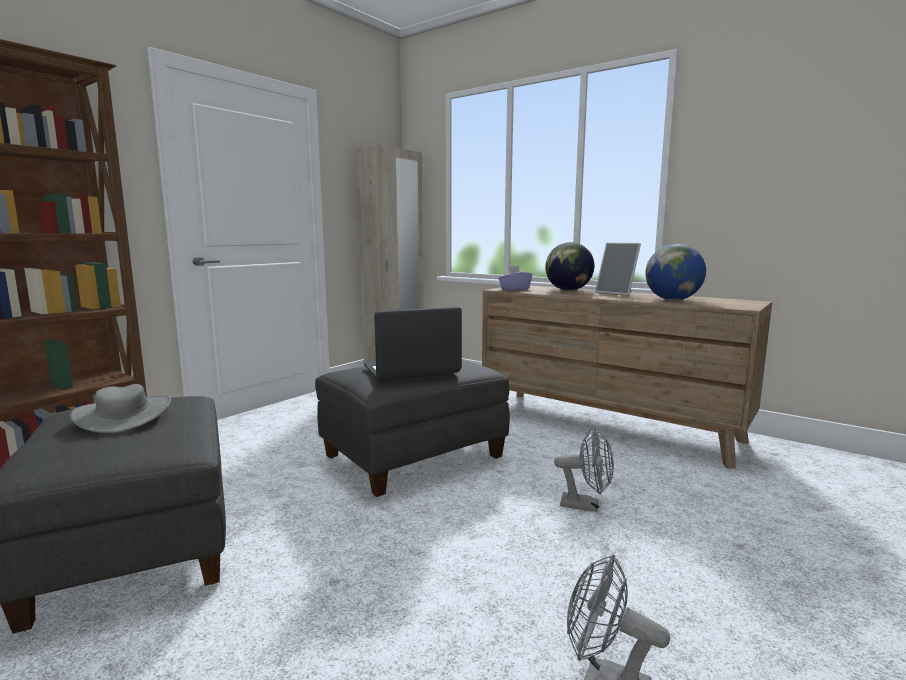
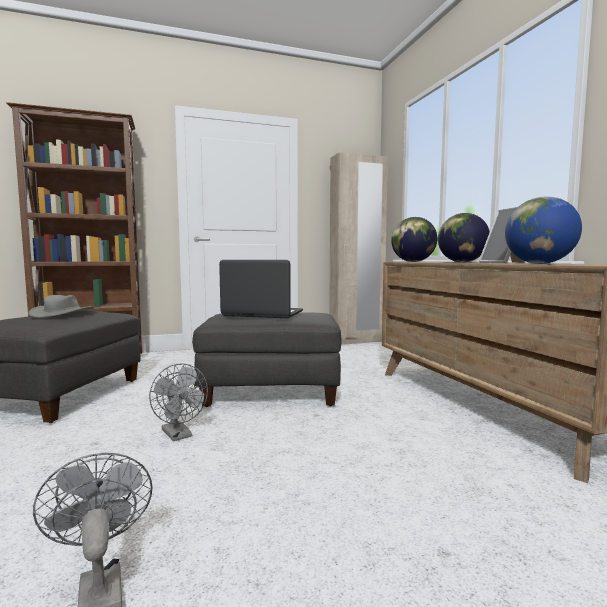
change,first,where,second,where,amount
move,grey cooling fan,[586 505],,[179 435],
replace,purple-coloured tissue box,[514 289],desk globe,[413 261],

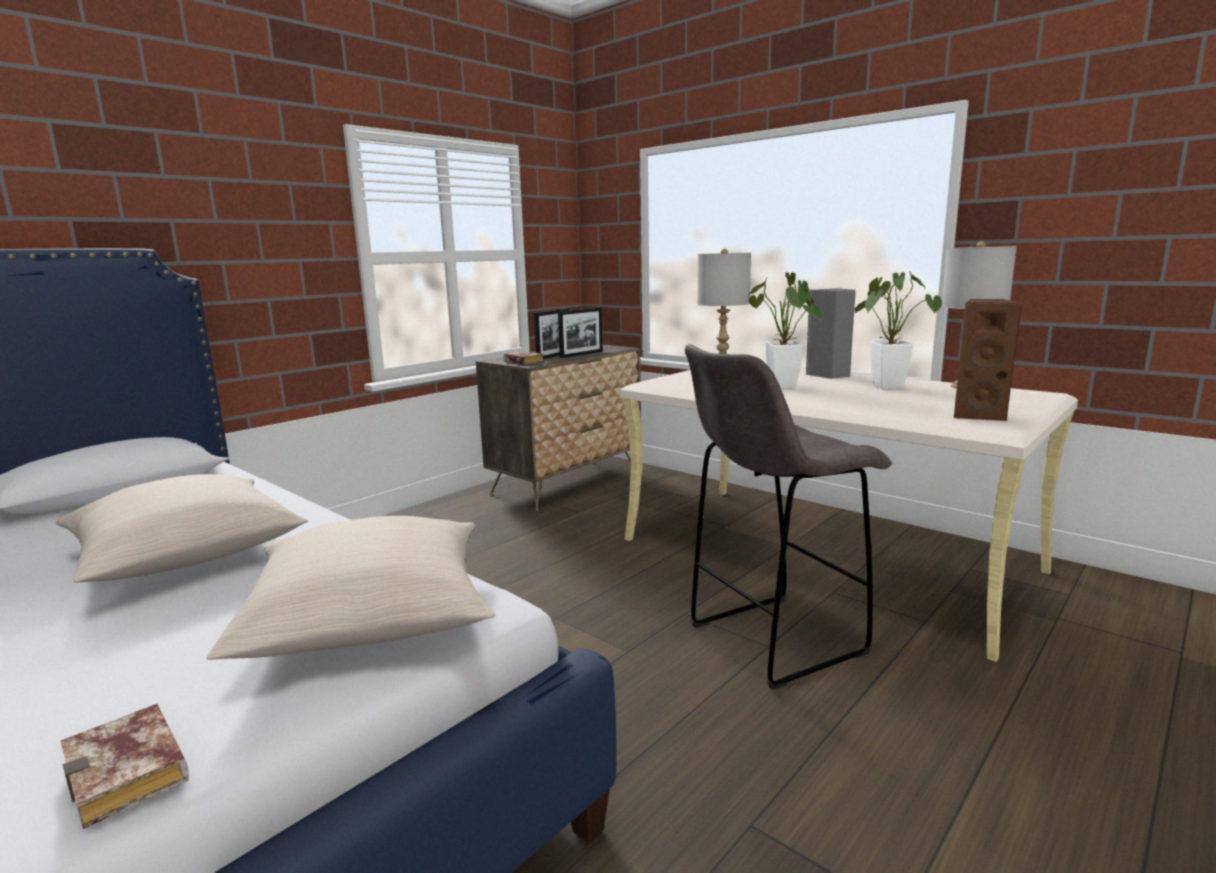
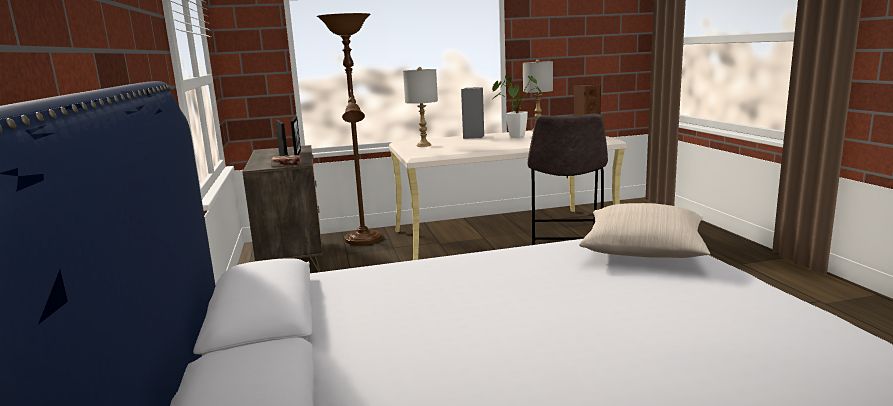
change,first,where,second,where,amount
delete,beige pillow,[186 554],,,
delete,book,[133 773],,,
delete,potted plant,[783 388],,,
insert,,,brown standard lamp,[364 240],

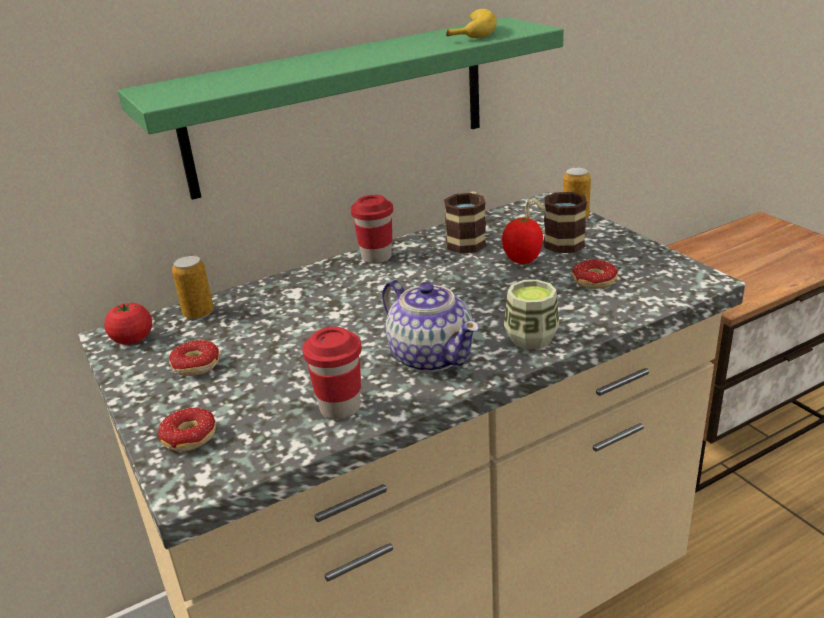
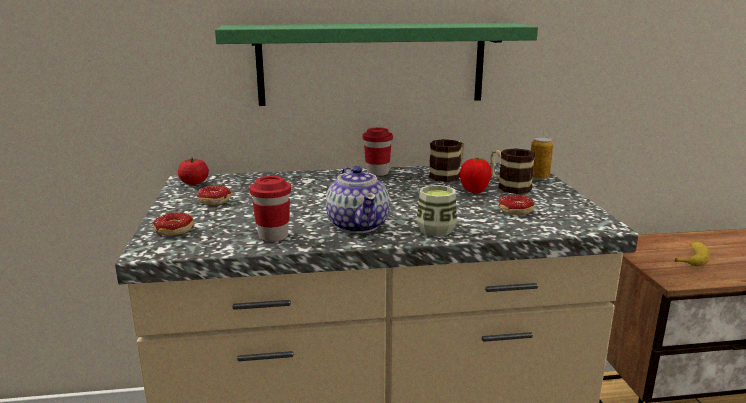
change,first,where,second,where,amount
delete,metal can,[198 313],,,
move,banana,[472 33],,[691 258],

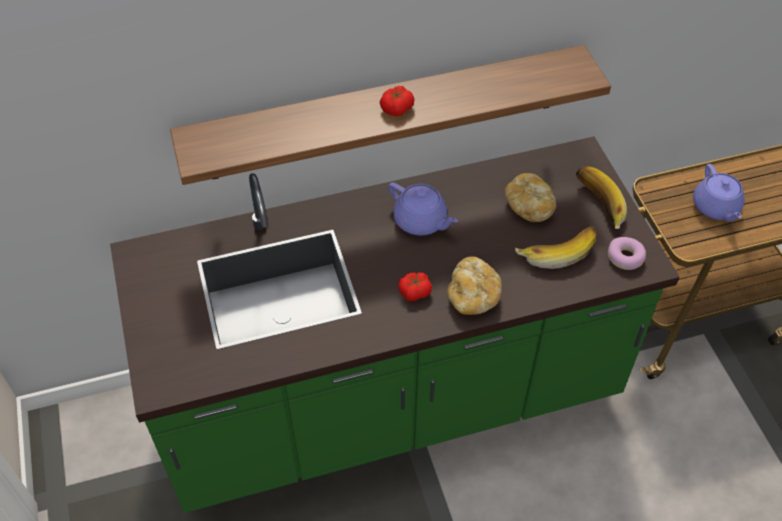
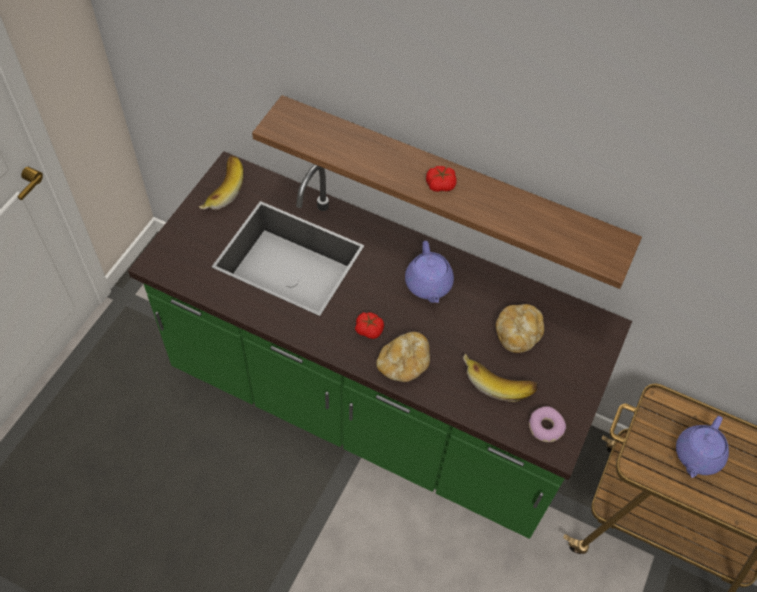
change,first,where,second,where,amount
move,banana,[596 206],,[220 189],

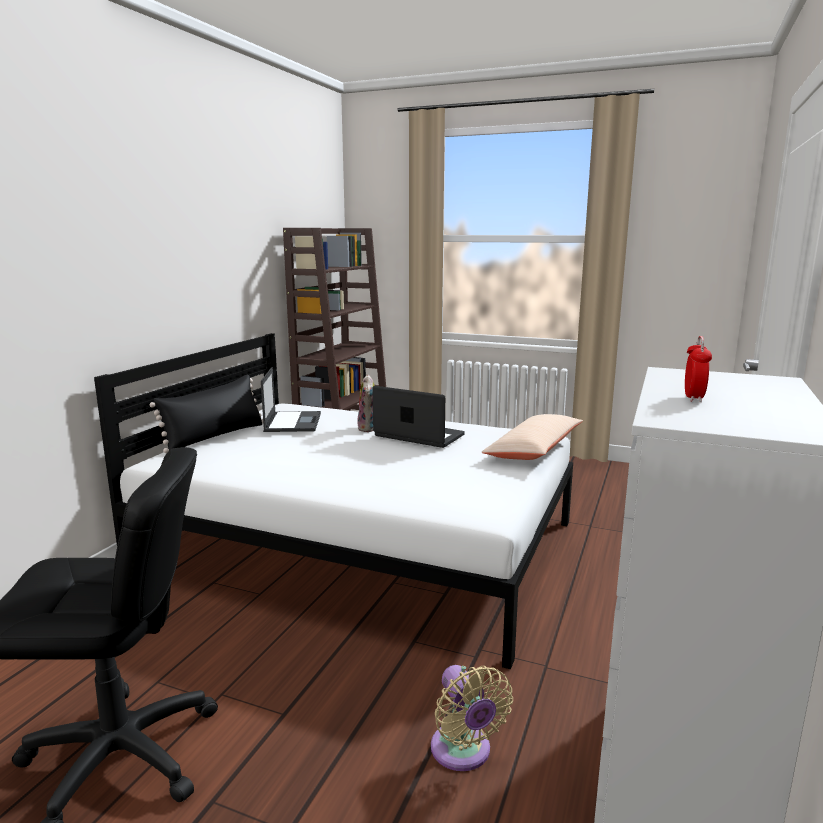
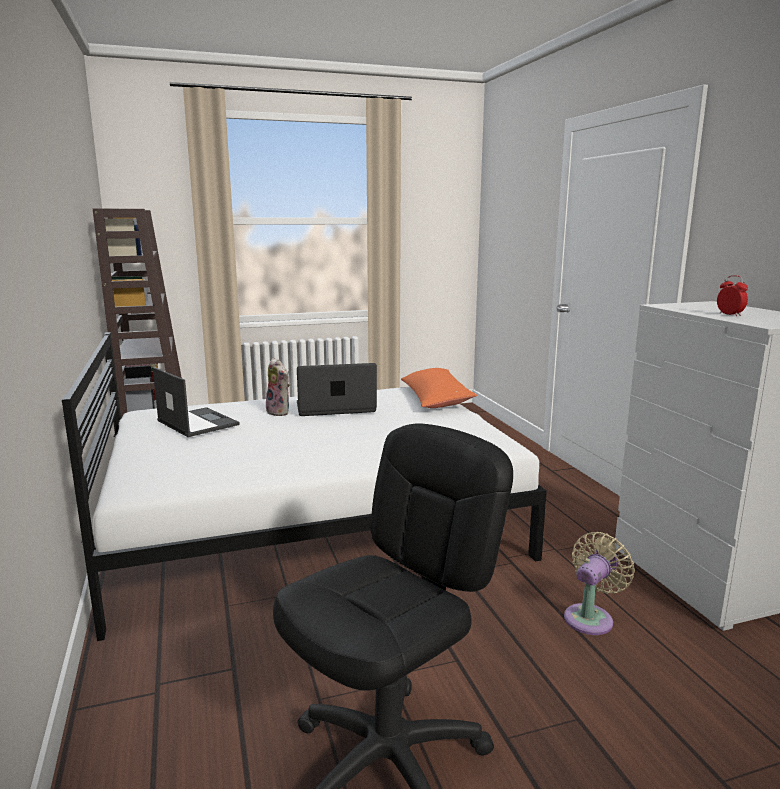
change,first,where,second,where,amount
delete,blackish pillow,[215 436],,,
recolor,beige pillow,[534 450],orange pillow,[435 399],
rotate,beige cooling fan,[463 753],,[591 617],75 degrees counterclockwise

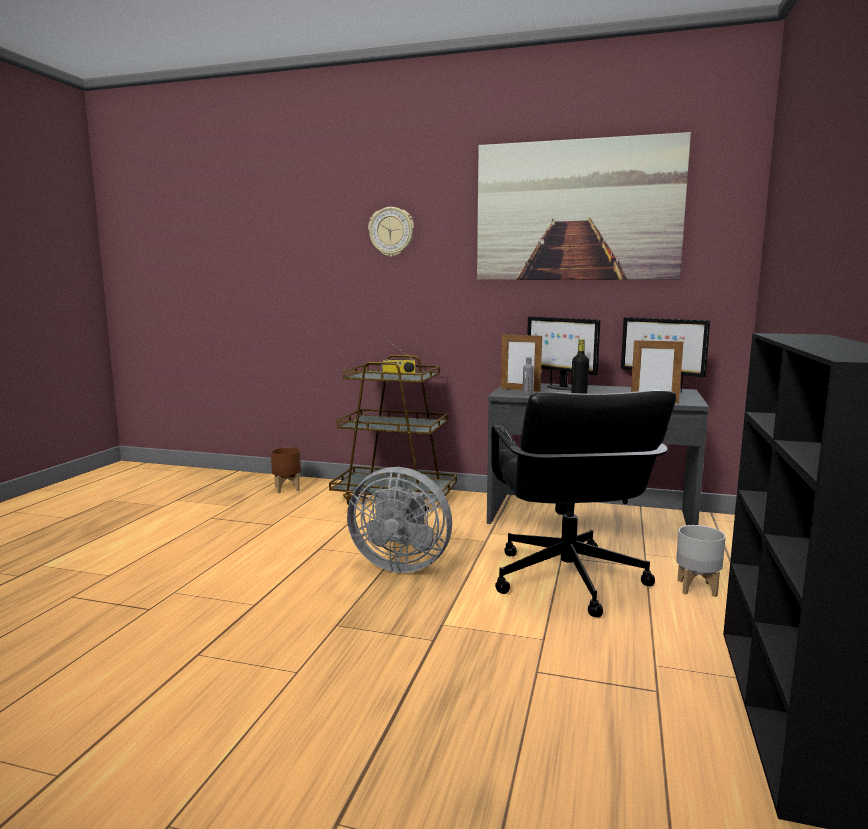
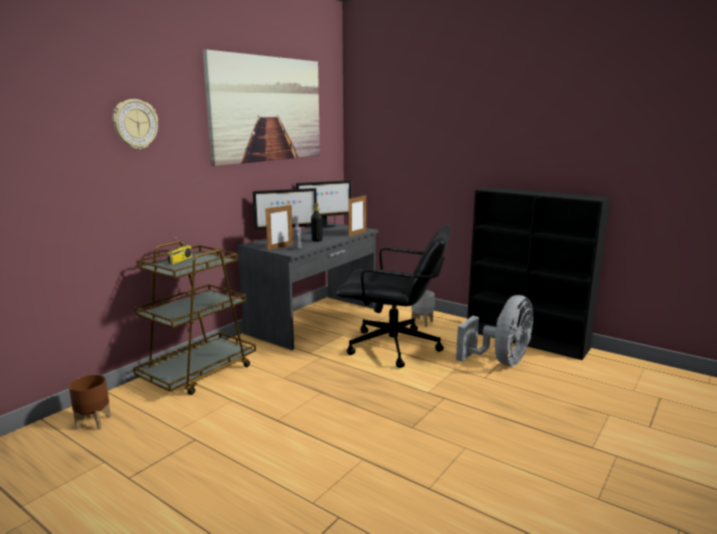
change,first,where,second,where,amount
move,grey cooling fan,[400 564],,[501 361],

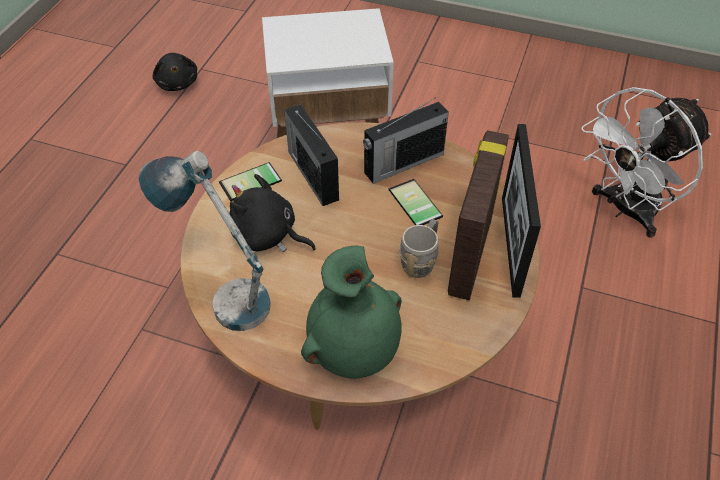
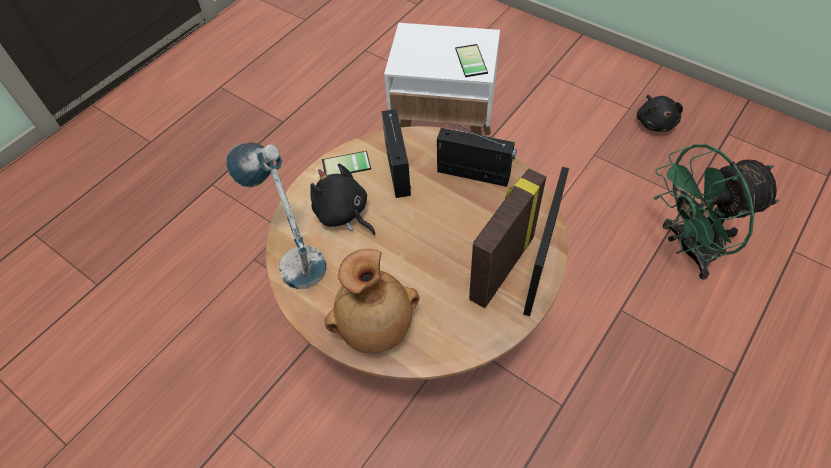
change,first,where,second,where,amount
delete,grey tea mug,[421 260],,,
move,blackish cuddly toy,[177 83],,[655 122],
move,phone,[412 204],,[468 61],
recolor,green flower vase,[355 351],brown flower vase,[376 328],
recolor,white-coloured cooling fan,[625 210],green cooling fan,[688 249],
rotate,radio set,[402 163],,[475 174],150 degrees counterclockwise

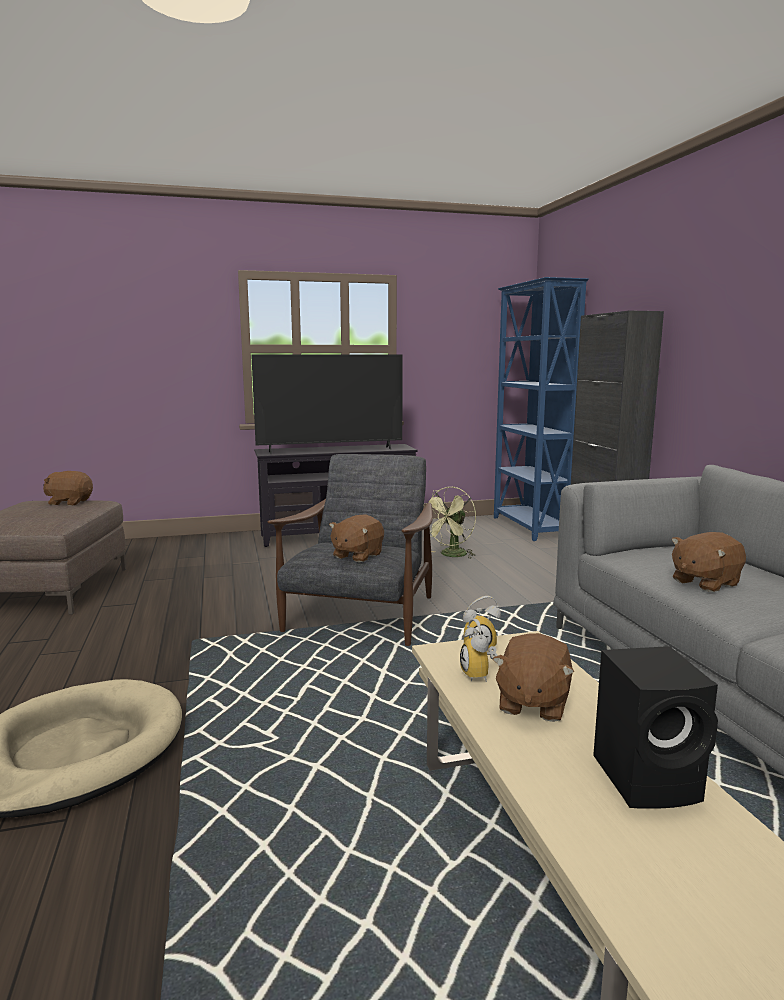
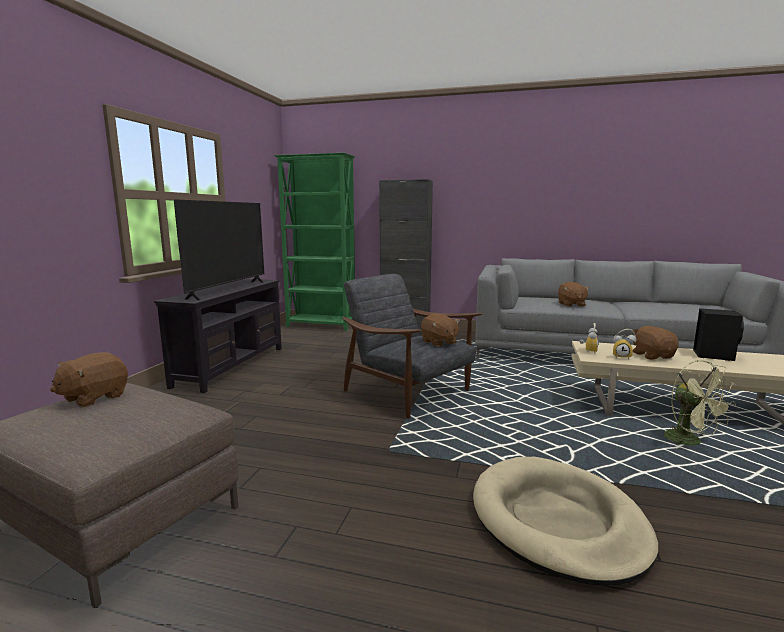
change,first,where,second,where,amount
move,green cooling fan,[451 555],,[690 442],
recolor,blue-coloured shelving unit,[529 527],green shelving unit,[321 326],
rotate,brown cuddly toy,[532 703],,[652 355],150 degrees counterclockwise

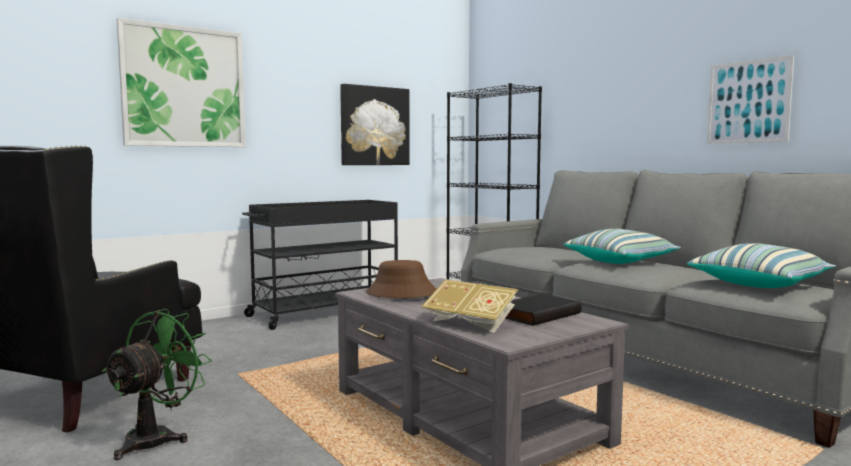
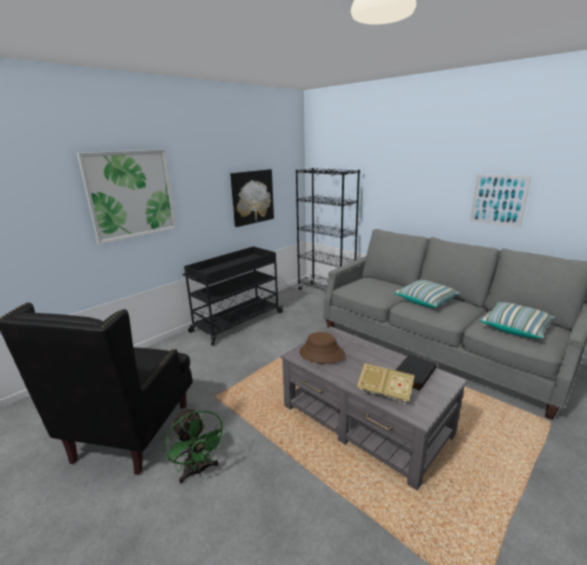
change,first,where,second,where,amount
rotate,green cooling fan,[157 438],,[198 471],135 degrees clockwise

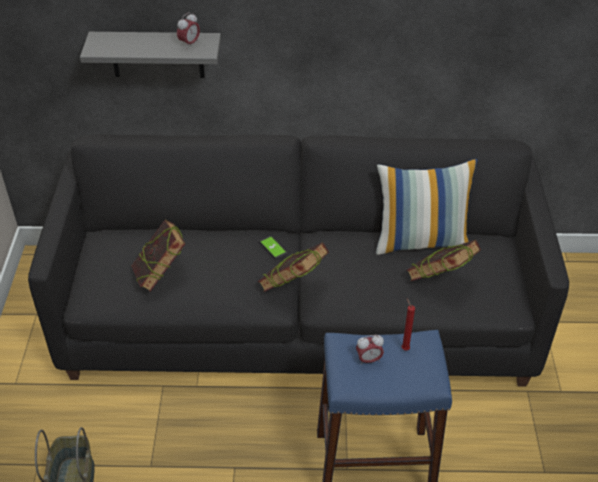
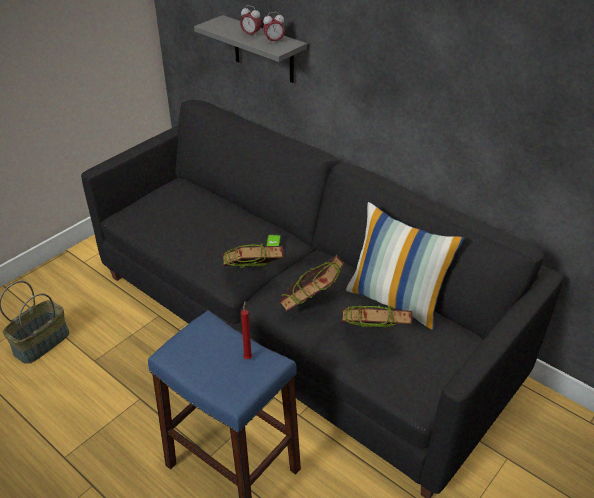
change,first,where,second,where,amount
move,book,[161 275],,[311 305],
move,bedside clock,[368 360],,[251 35],

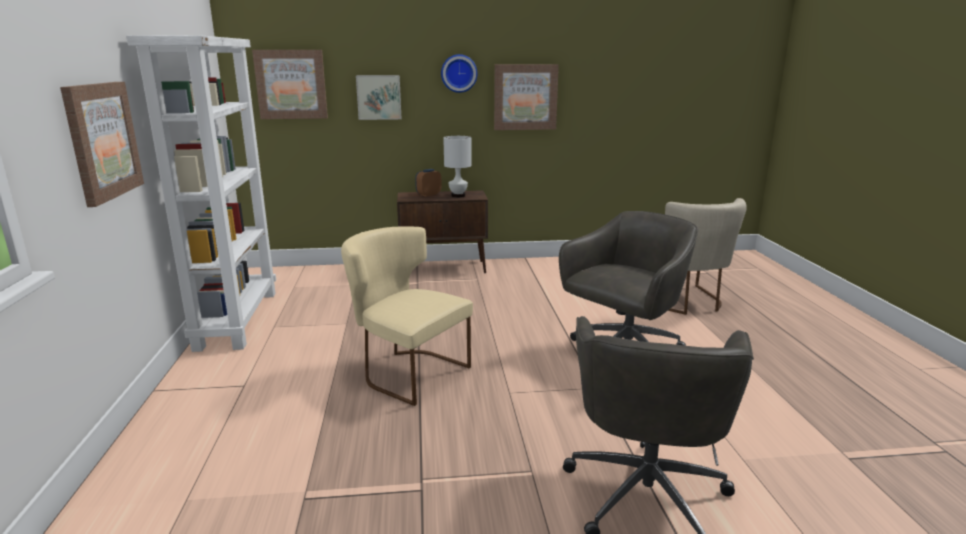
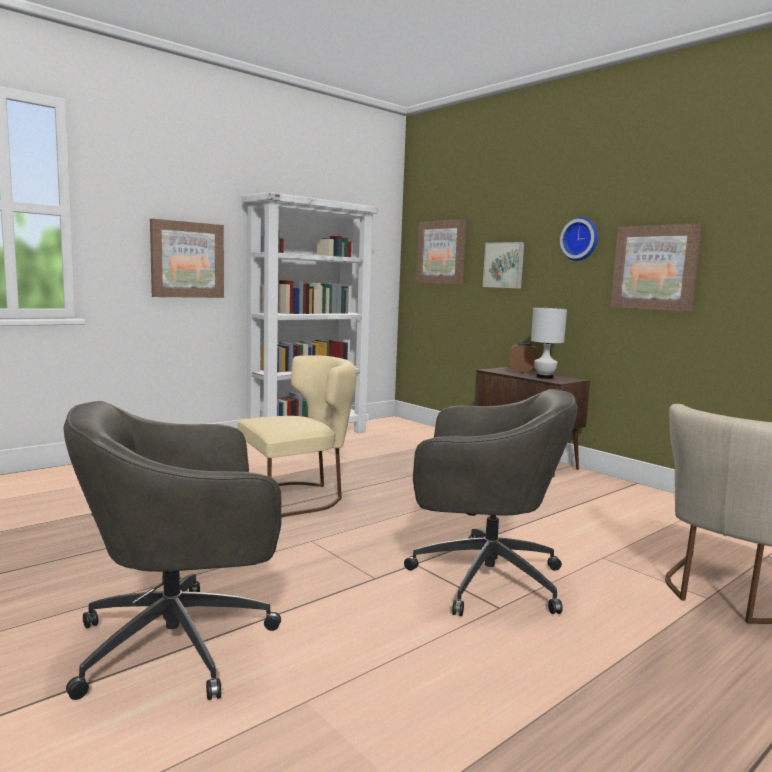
change,first,where,second,where,amount
rotate,beige chair,[407 372],,[298 497],60 degrees clockwise

